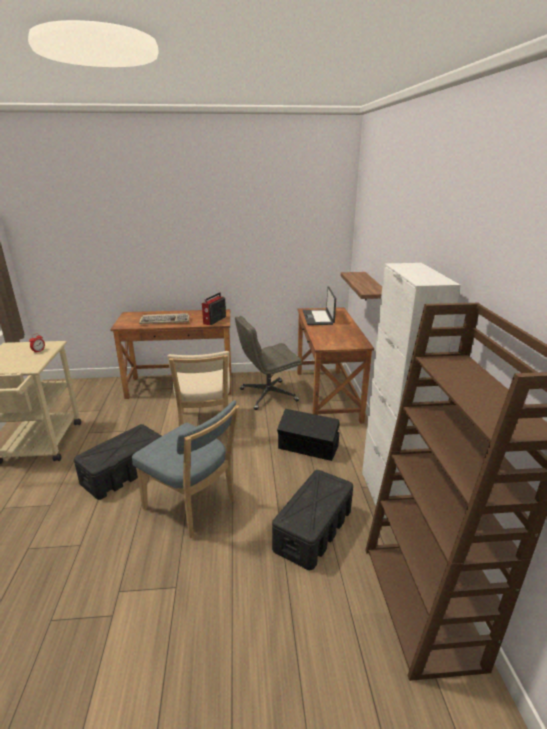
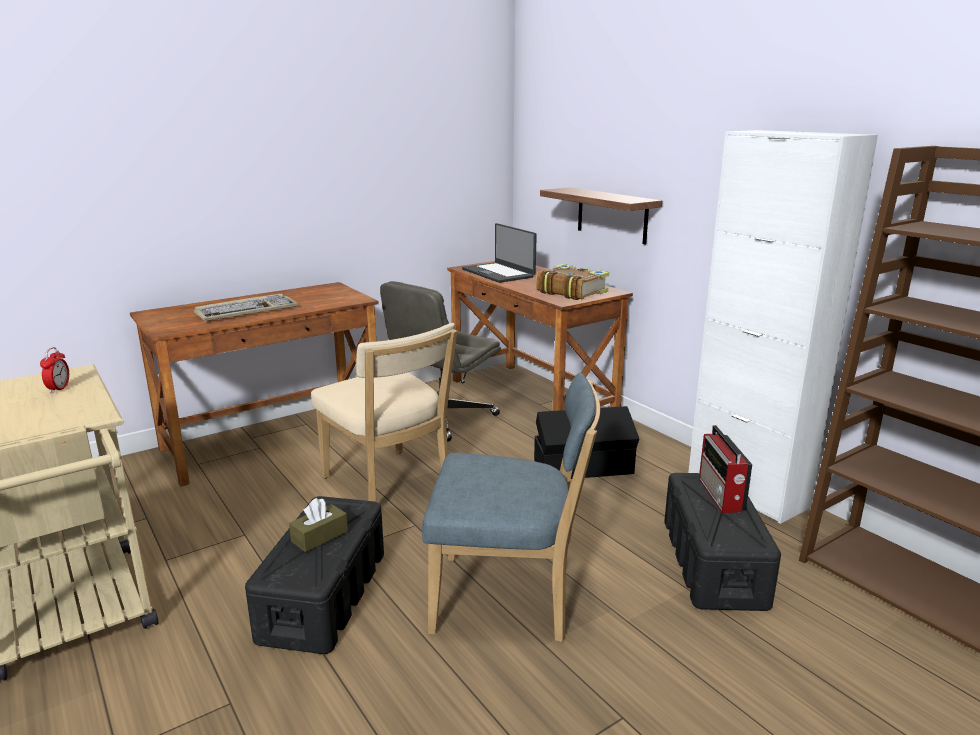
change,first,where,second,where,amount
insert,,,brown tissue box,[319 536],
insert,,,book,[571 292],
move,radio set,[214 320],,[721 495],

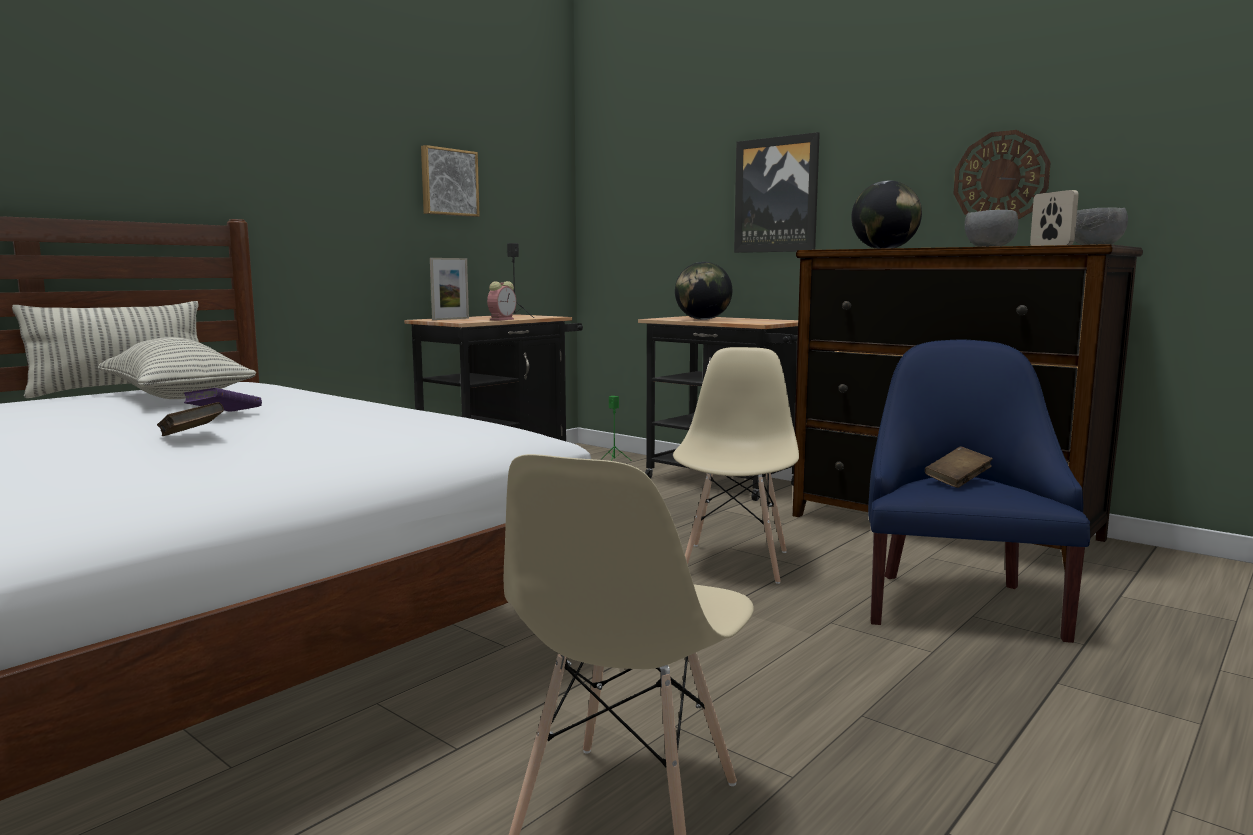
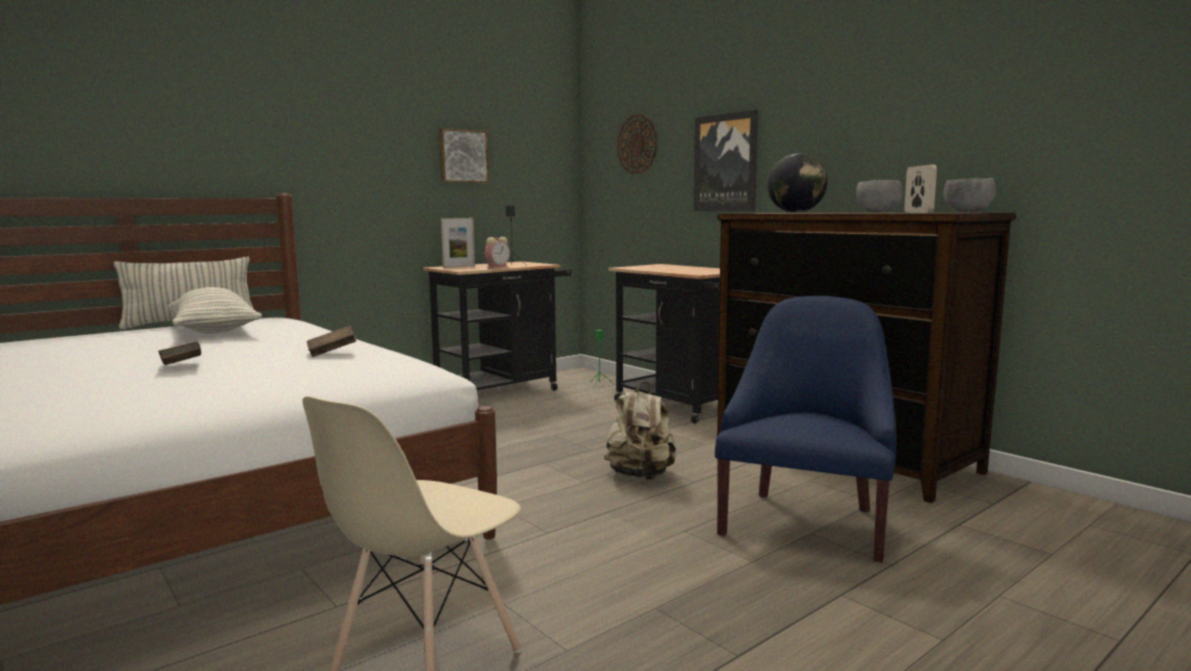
change,first,where,second,where,amount
delete,purple-coloured book,[224 416],,,
delete,desk globe,[702 319],,,
move,brown book,[957 481],,[332 353],
move,clock on the wall,[1000 178],,[637 144],
replace,beige chair,[735 562],beige knapsack,[640 476],

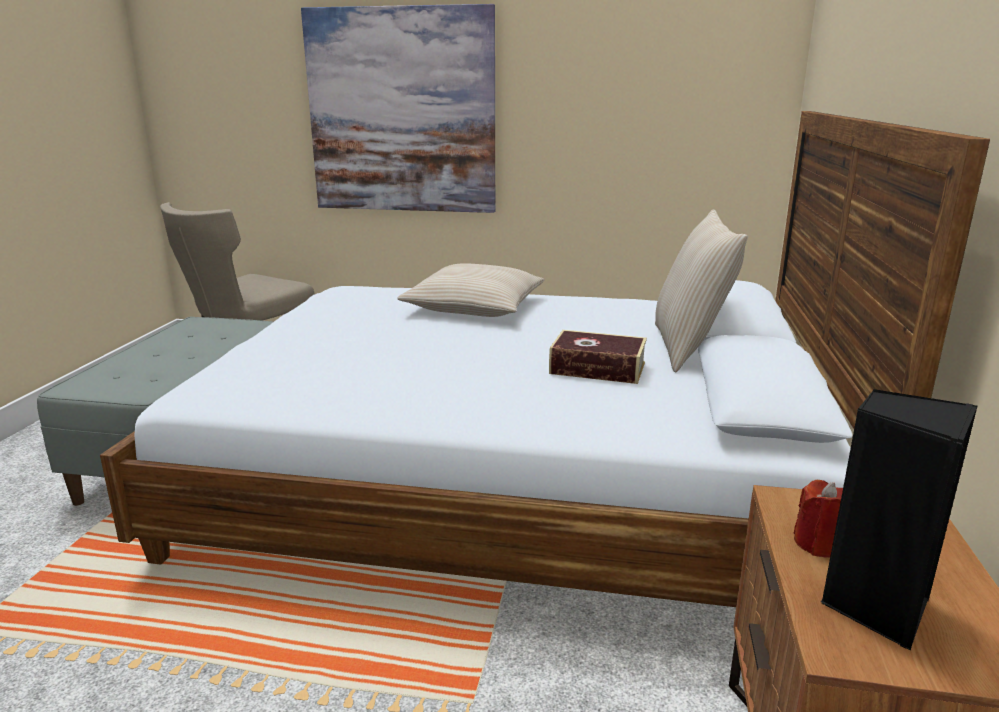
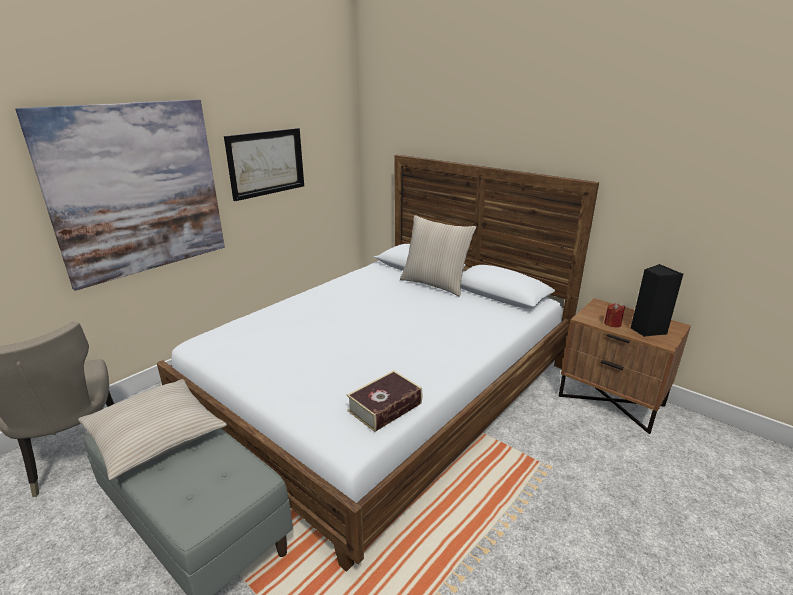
change,first,where,second,where,amount
insert,,,wall art,[266 163],
move,beige pillow,[475 306],,[155 435],
move,book,[597 368],,[385 407],

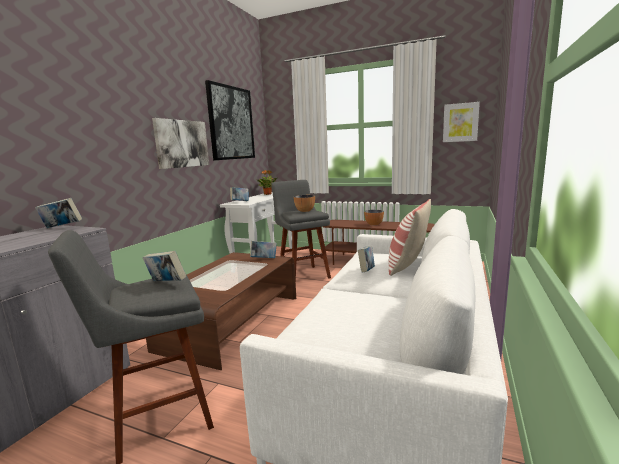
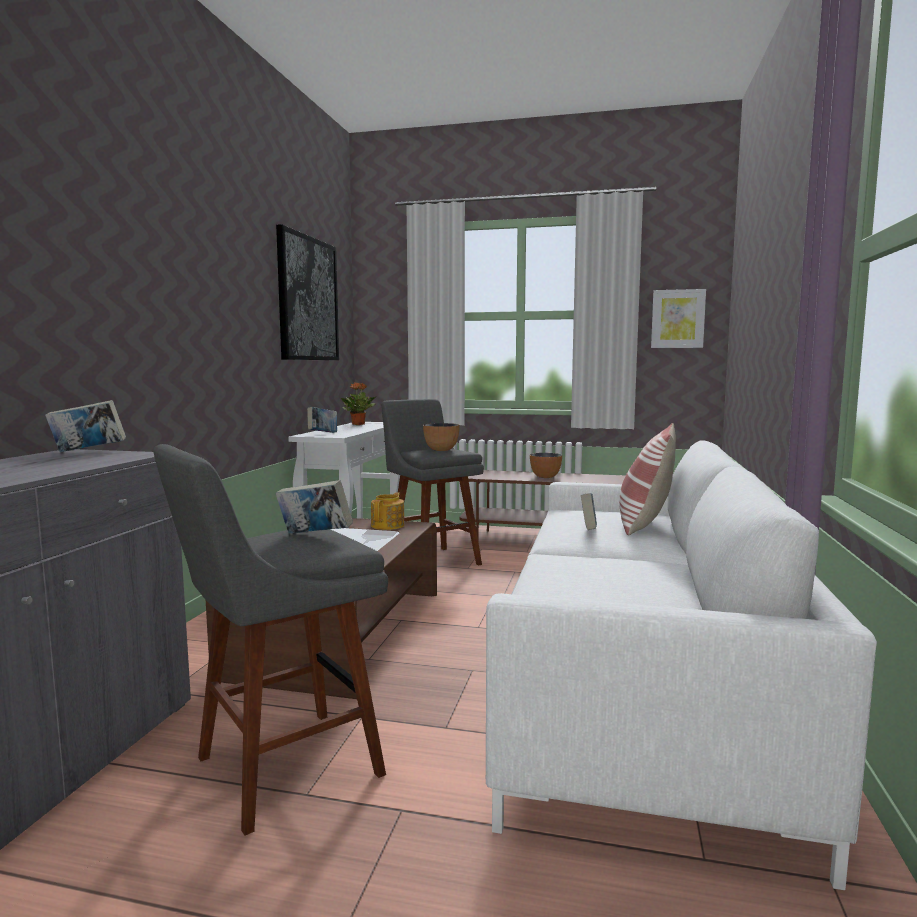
change,first,where,second,where,amount
delete,wall art,[182 143],,,
replace,book,[264 259],pot for tea,[388 525],

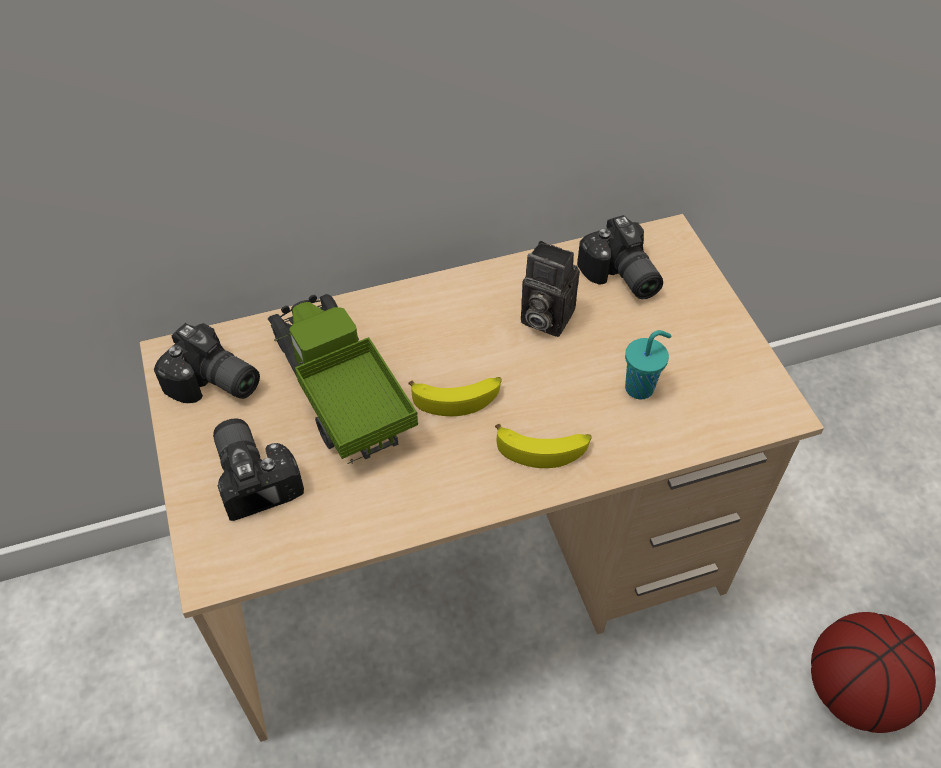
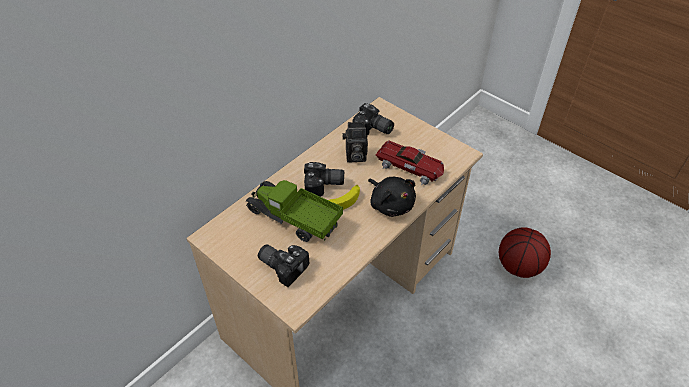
change,first,where,second,where,amount
move,still camera,[213 384],,[324 186],
replace,banana,[543 448],blackish cuddly toy,[390 204],
replace,turquoise-coloured small cup,[641 387],miniature car,[410 167],

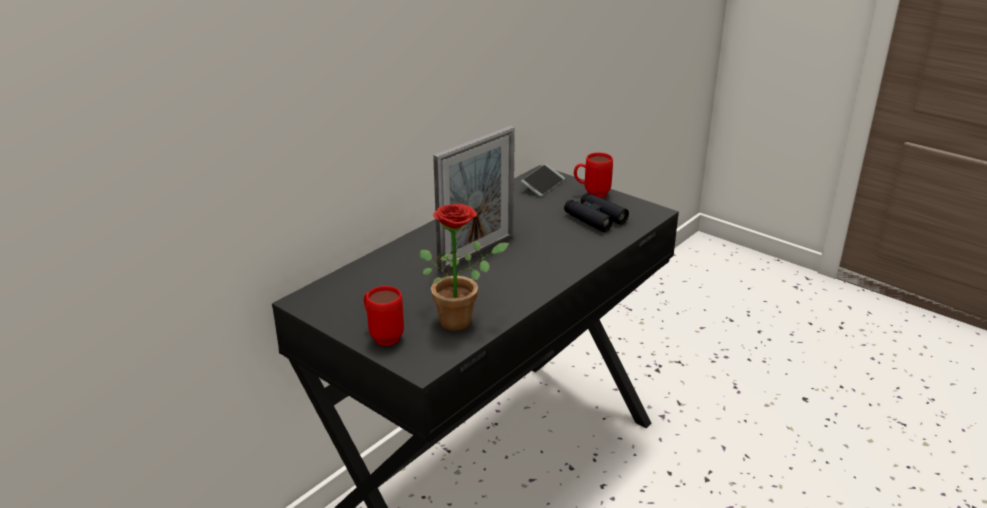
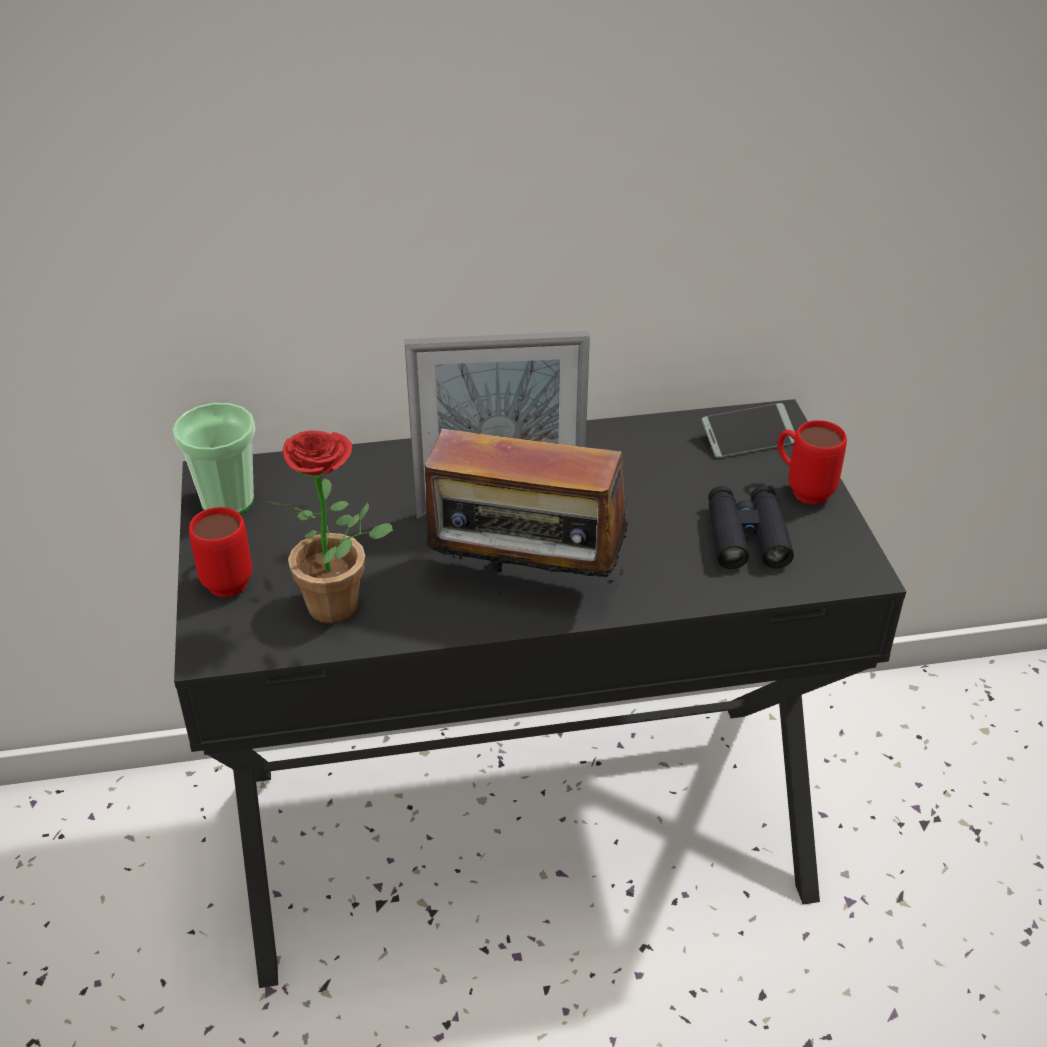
change,first,where,second,where,amount
insert,,,small cup,[227 501],
insert,,,radio set,[526 584],

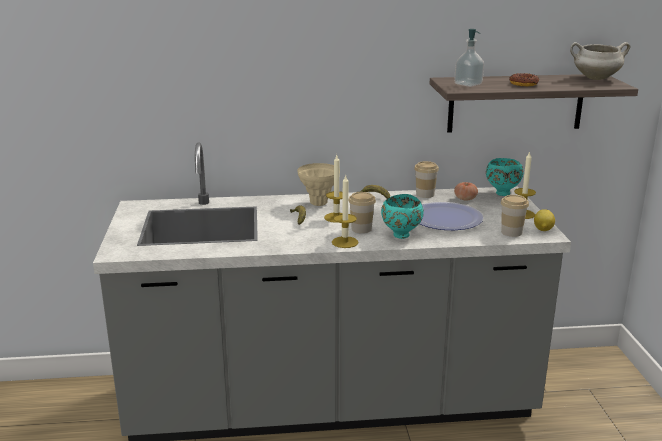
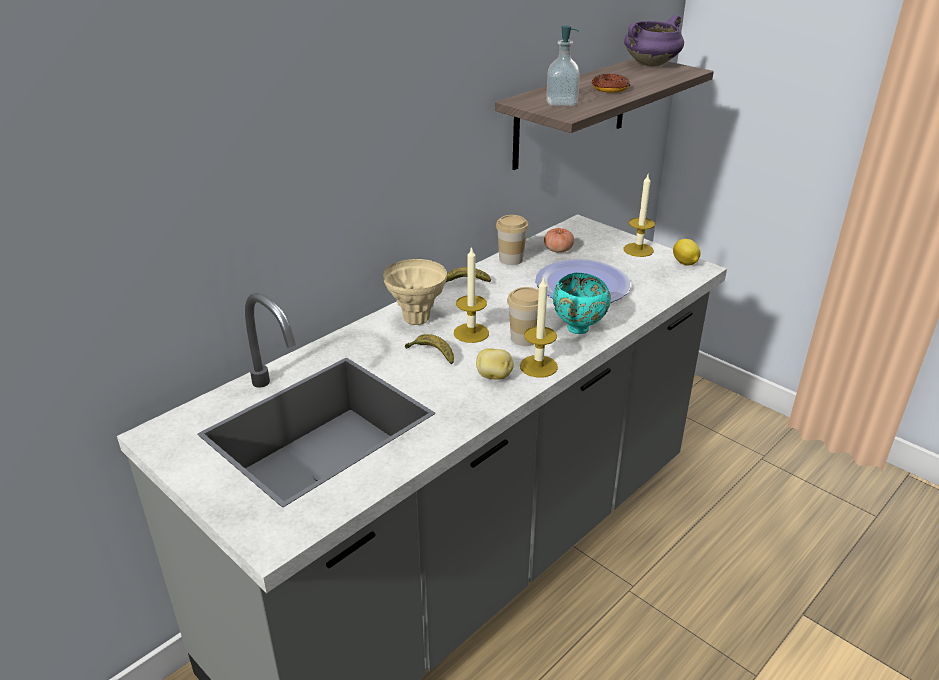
change,first,where,second,where,amount
delete,turquoise-coloured bowl,[502 193],,,
delete,small cup,[511 232],,,
insert,,,spud,[494 376],
recolor,white-coloured stockpot,[595 78],purple-coloured stockpot,[651 65],

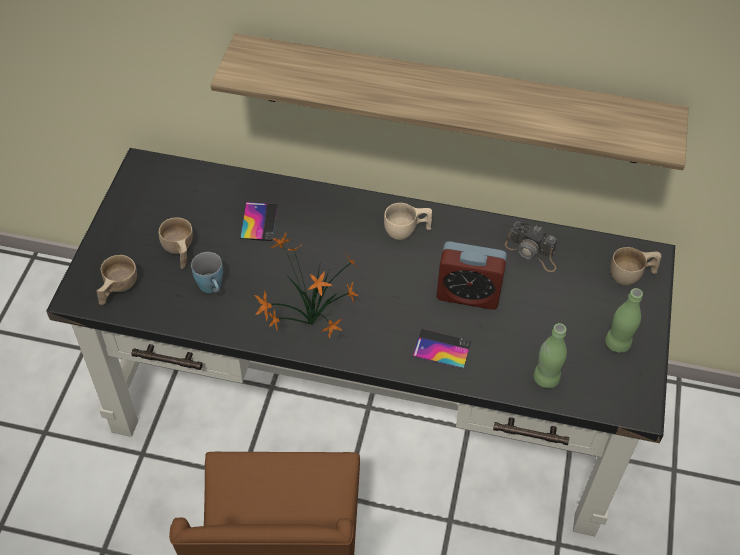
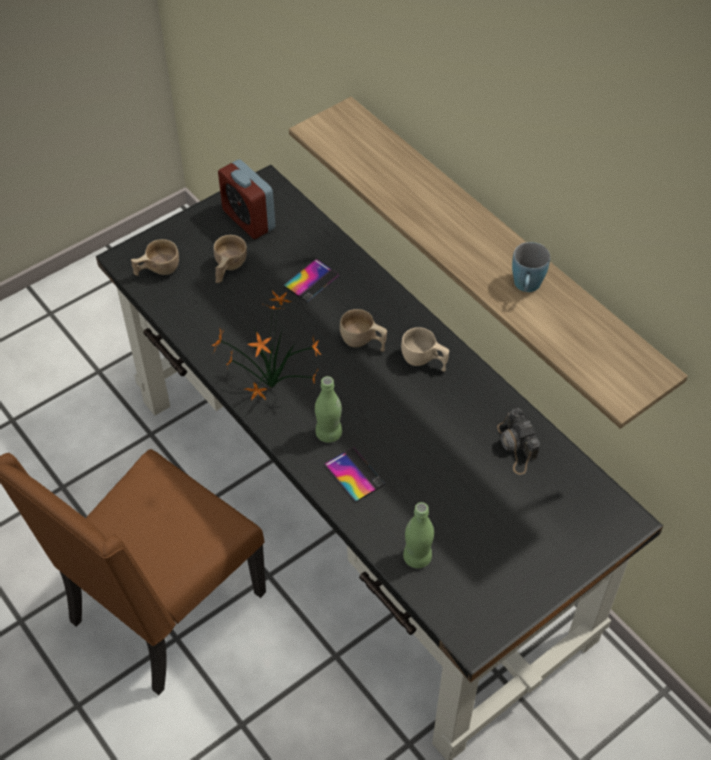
change,first,where,second,where,amount
move,blue-coloured tea mug,[212 288],,[526 287],
move,bedside clock,[468 294],,[249 219],
move,green bottle,[617 343],,[328 433],
move,beige small cup,[631 276],,[363 342],

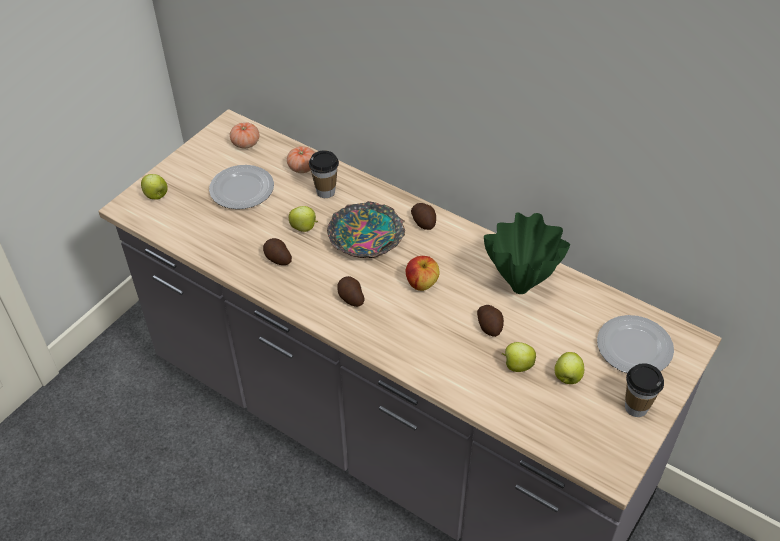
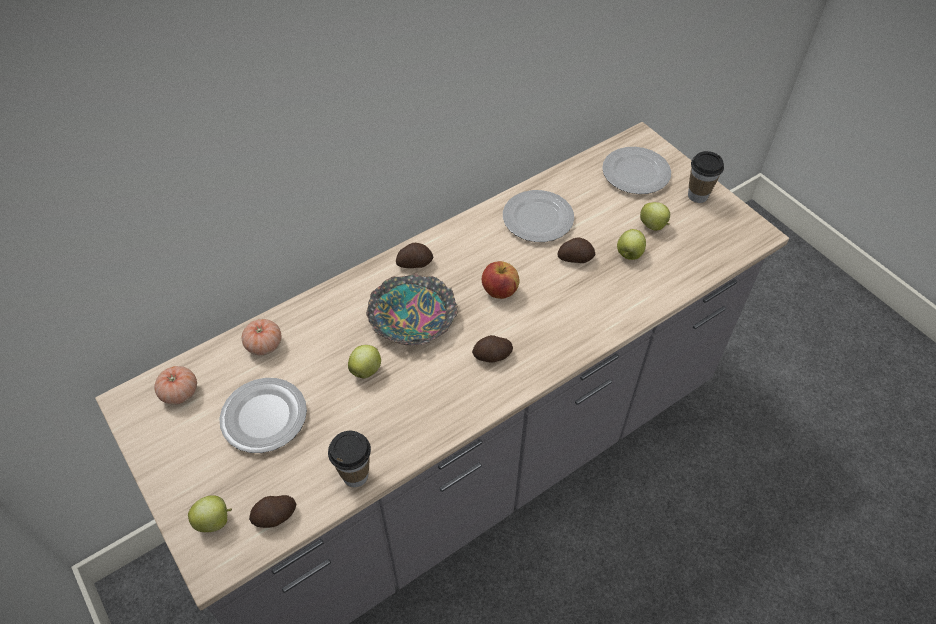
change,first,where,second,where,amount
move,spud,[277 258],,[275 516],
move,small cup,[326 192],,[355 475],
replace,green flower vase,[522 288],plate,[538 219],

